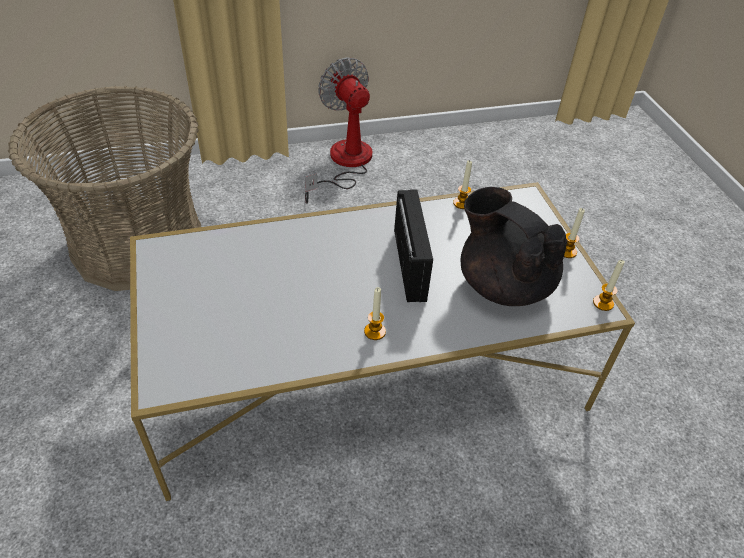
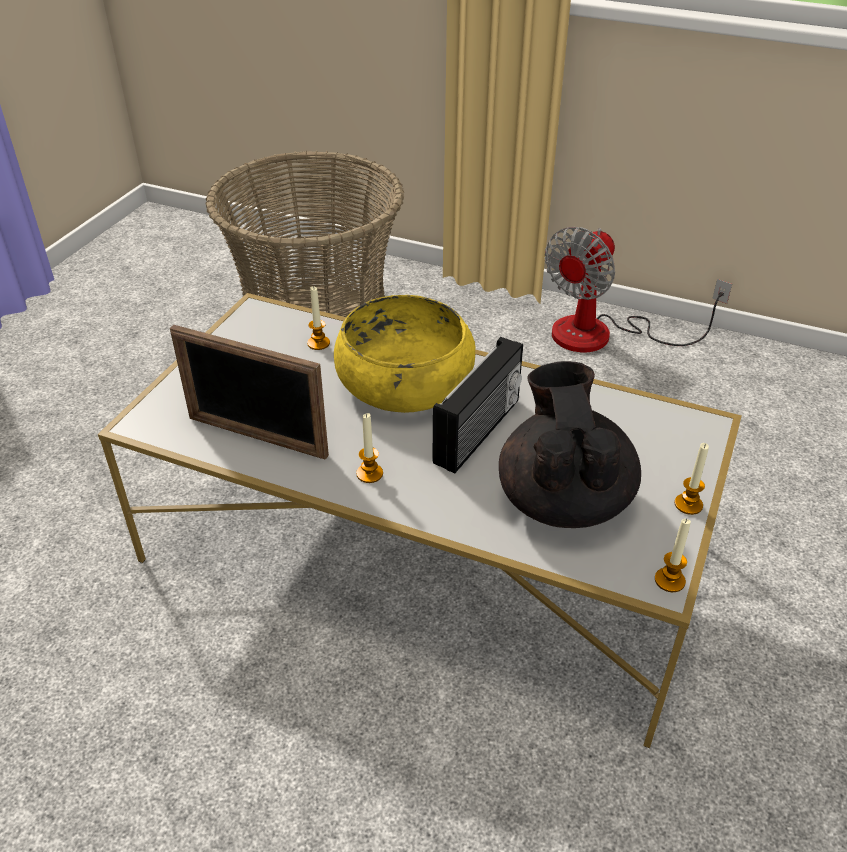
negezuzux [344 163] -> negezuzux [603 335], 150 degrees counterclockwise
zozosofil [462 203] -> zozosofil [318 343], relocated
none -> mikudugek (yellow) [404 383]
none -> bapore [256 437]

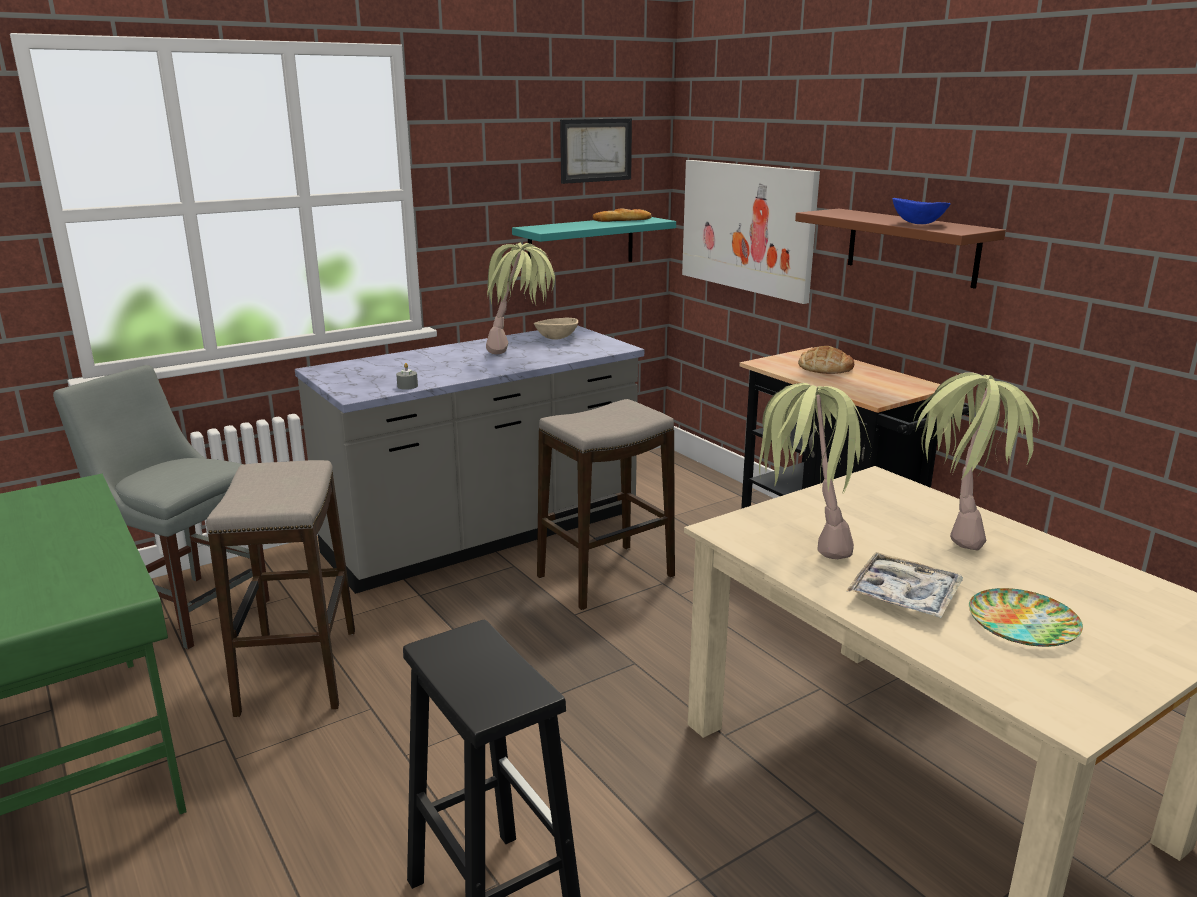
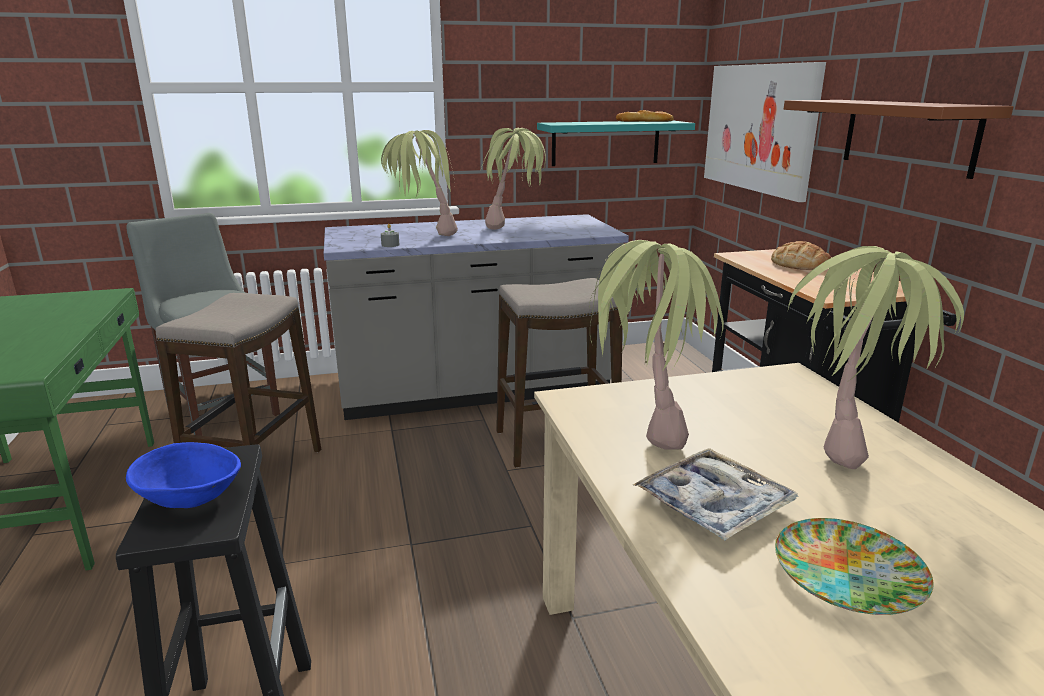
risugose [596 150] -> none
mikudugek (blue) [917 224] -> mikudugek (blue) [191 499], relocated
mikudugek (beige) [556 339] -> none
none -> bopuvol [422 237]

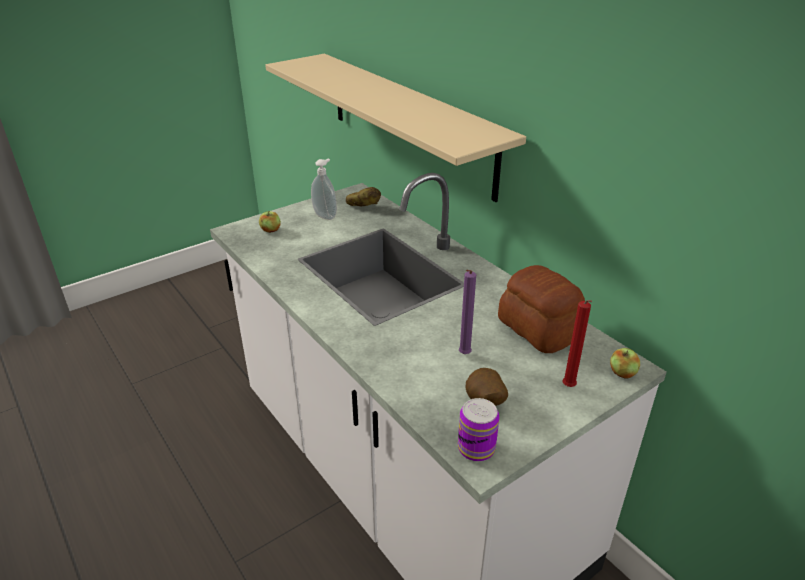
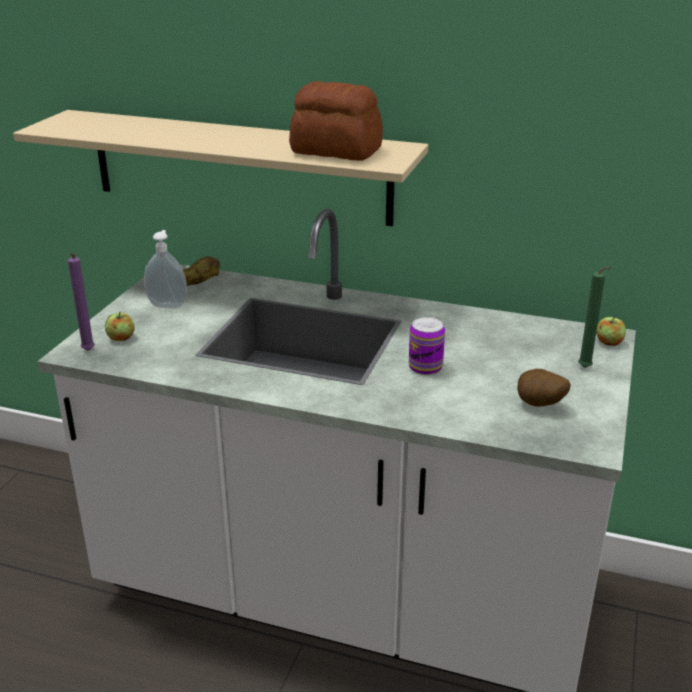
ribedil [539 329] -> ribedil [336 151], relocated
zozosofil (purple) [463 355] -> zozosofil (purple) [88 351], relocated
zozosofil (red) [569 388] -> zozosofil (green) [586 368]
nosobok [476 449] -> nosobok [425 367], relocated

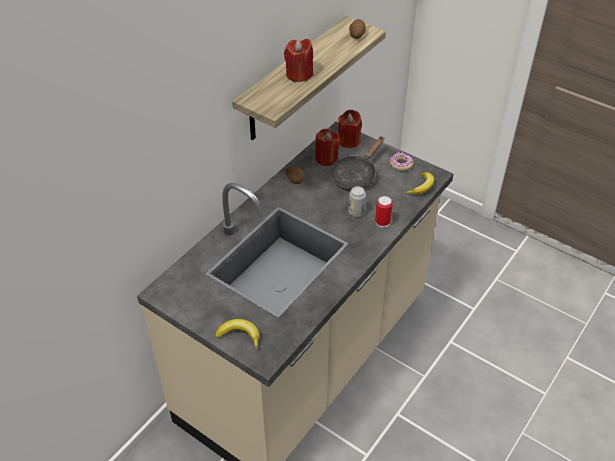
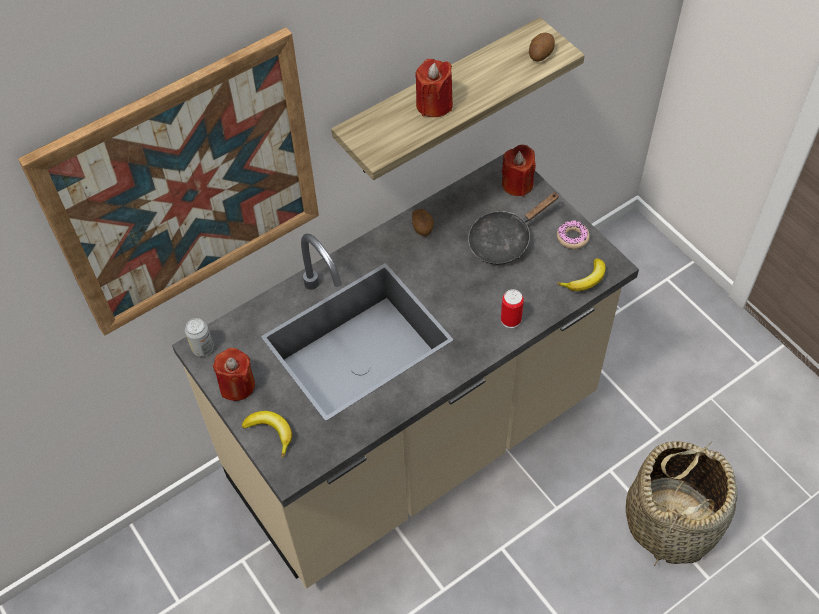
zozosofil (red) [326 158] -> zozosofil (red) [237 385], relocated
nosobok [356 212] -> nosobok [202 348], relocated
none -> risugose [186 187]
none -> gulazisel [671 520]

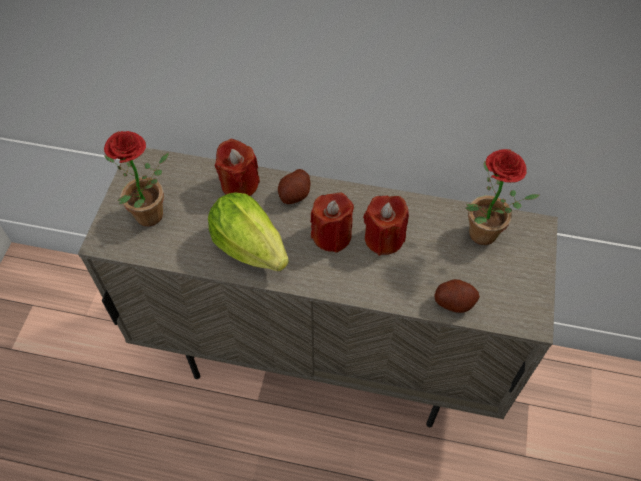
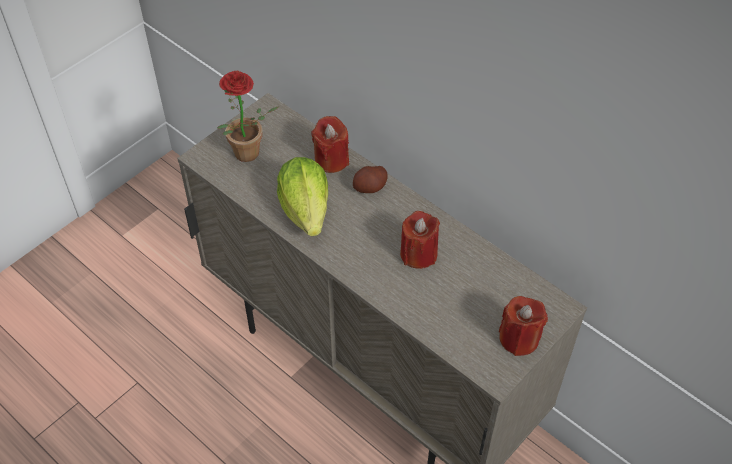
bopuvol [482 239] -> none
zozosofil (red) [332 235] -> zozosofil (red) [519 338], relocated
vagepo [454 302] -> none

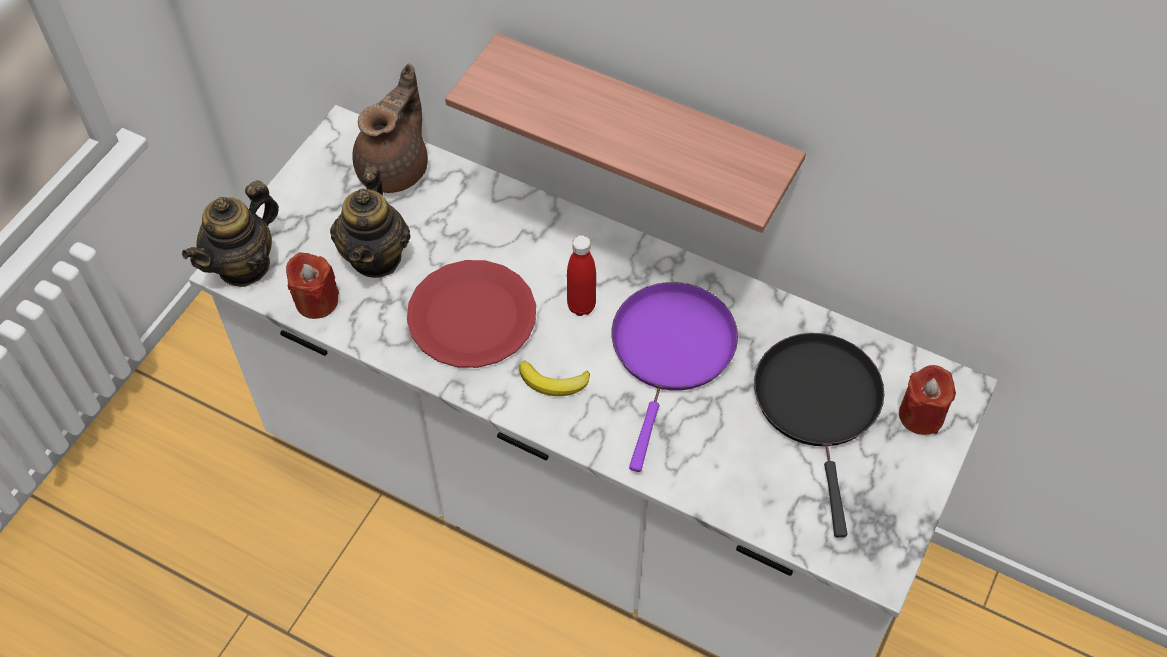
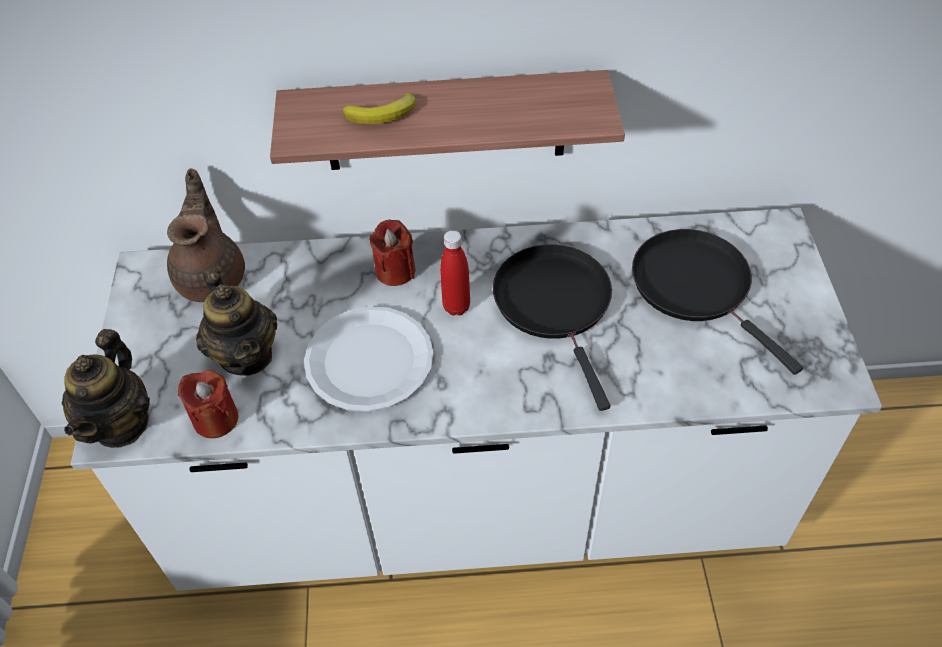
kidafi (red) [471 316] -> kidafi (white) [369 361]
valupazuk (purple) [672 351] -> valupazuk (black) [555 304]
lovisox [553 382] -> lovisox [383 114], relocated
zozosofil (red) [921 415] -> zozosofil (red) [395 271], relocated

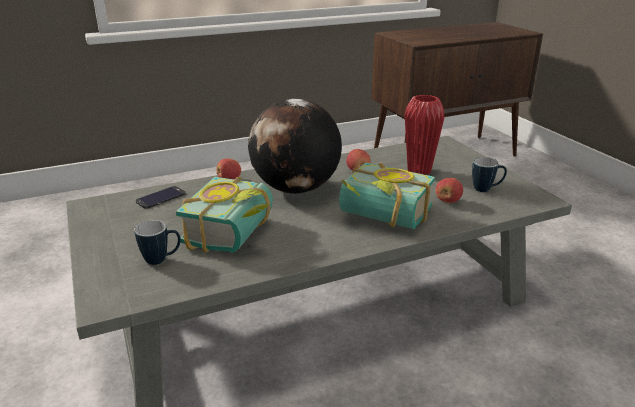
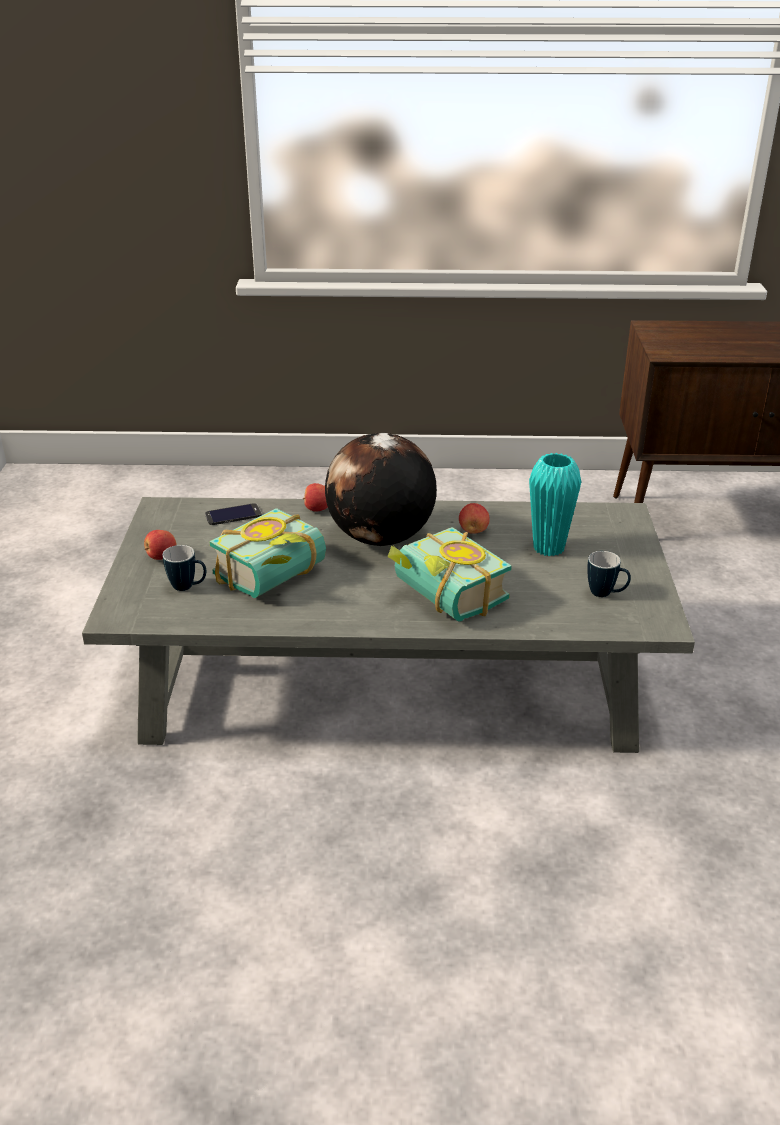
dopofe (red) [419 171] -> dopofe (turquoise) [548 548]
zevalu [448 201] -> zevalu [161 557], relocated

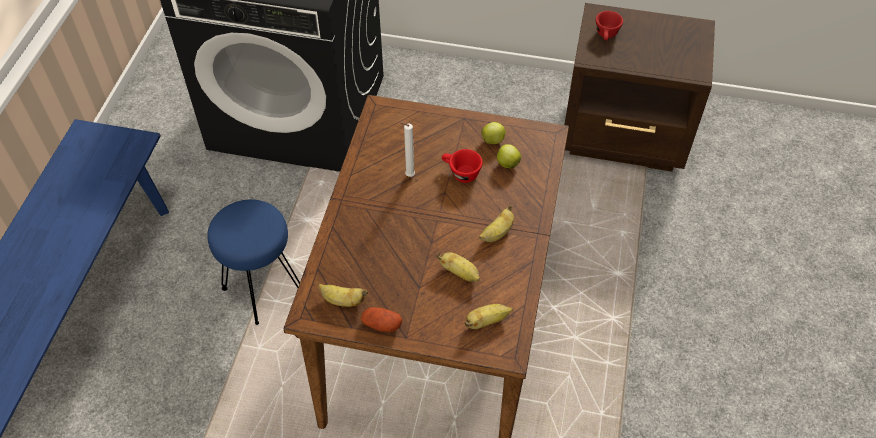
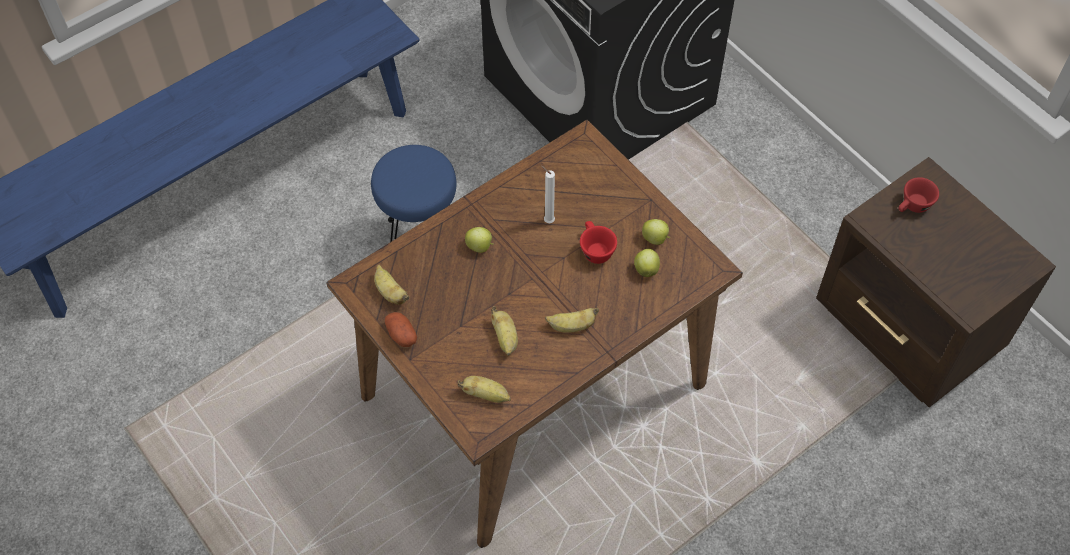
none -> zevalu [480 246]

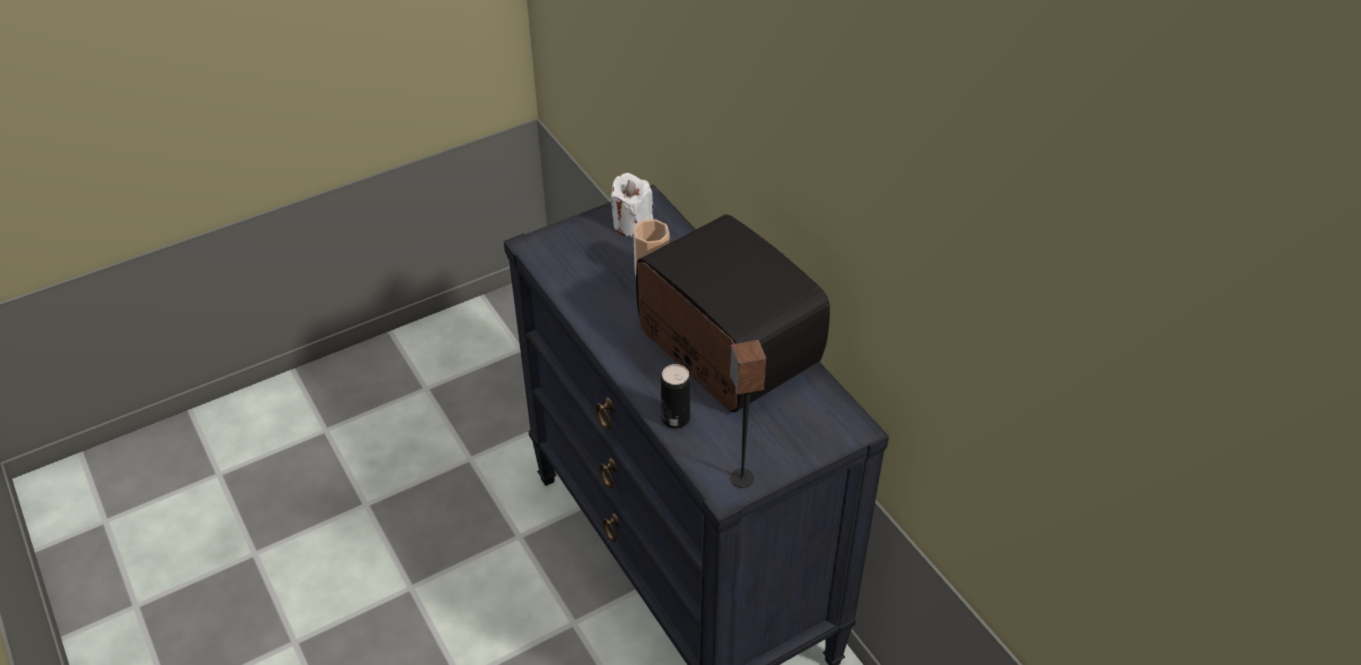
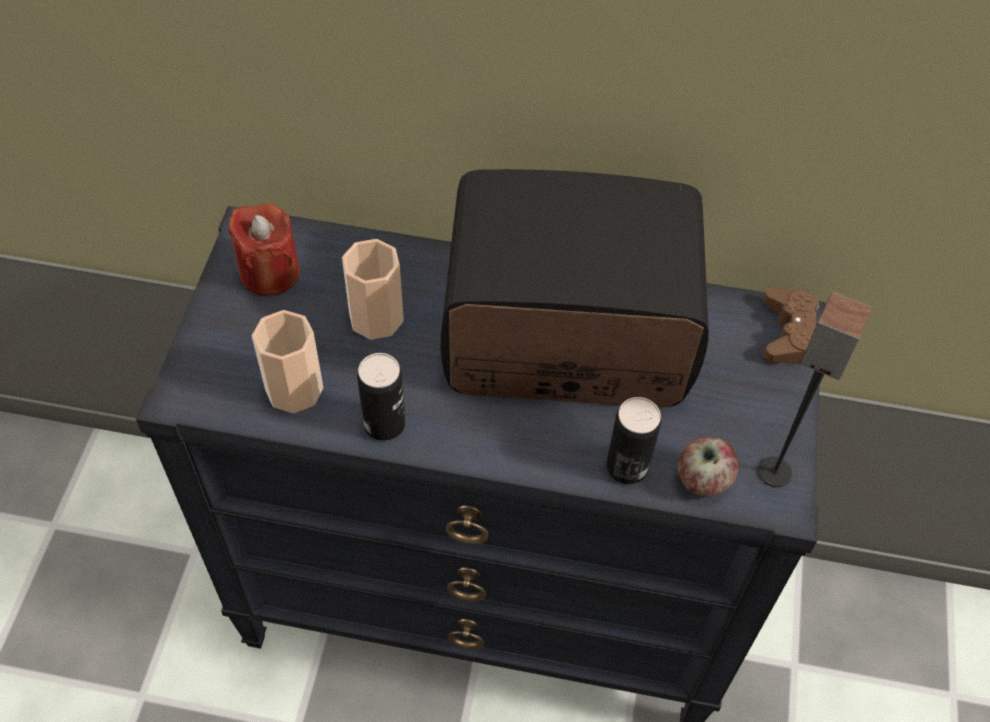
zozosofil (white) [632 224] -> zozosofil (red) [270 273]
none -> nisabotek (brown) [788 333]
none -> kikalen [294 389]
none -> nosobok [384 424]
none -> zevalu [702 480]

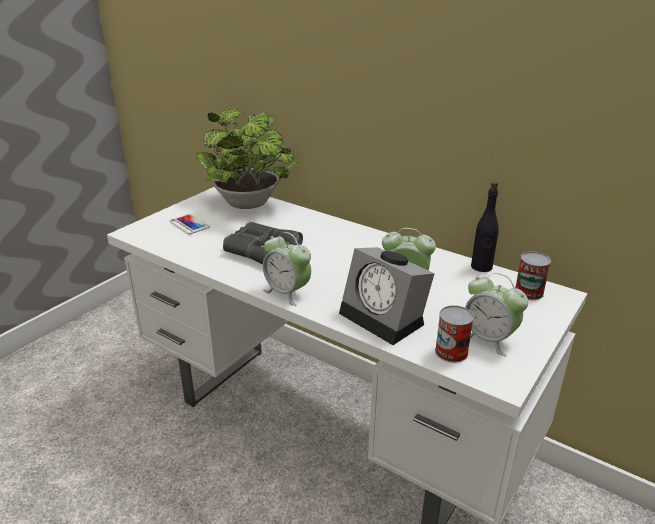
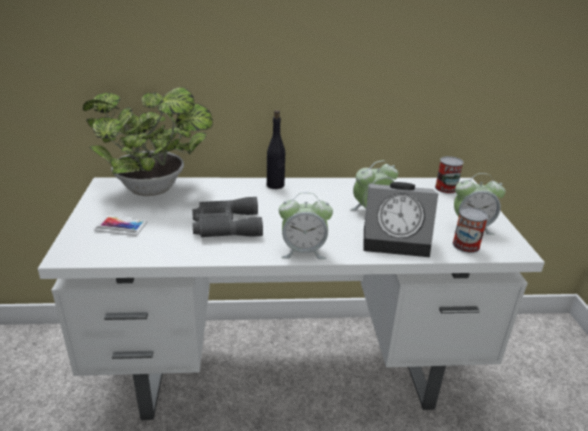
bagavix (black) [481 267] -> bagavix (black) [275 185], relocated

